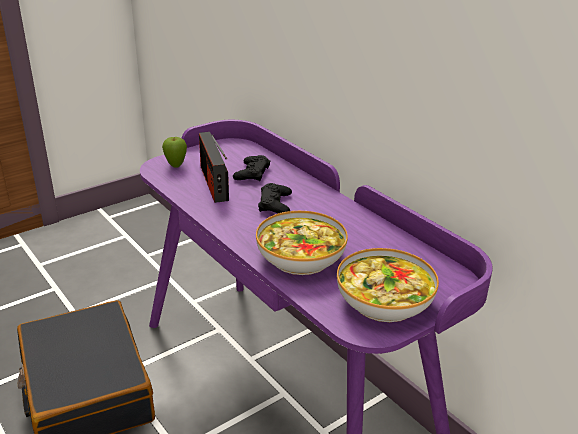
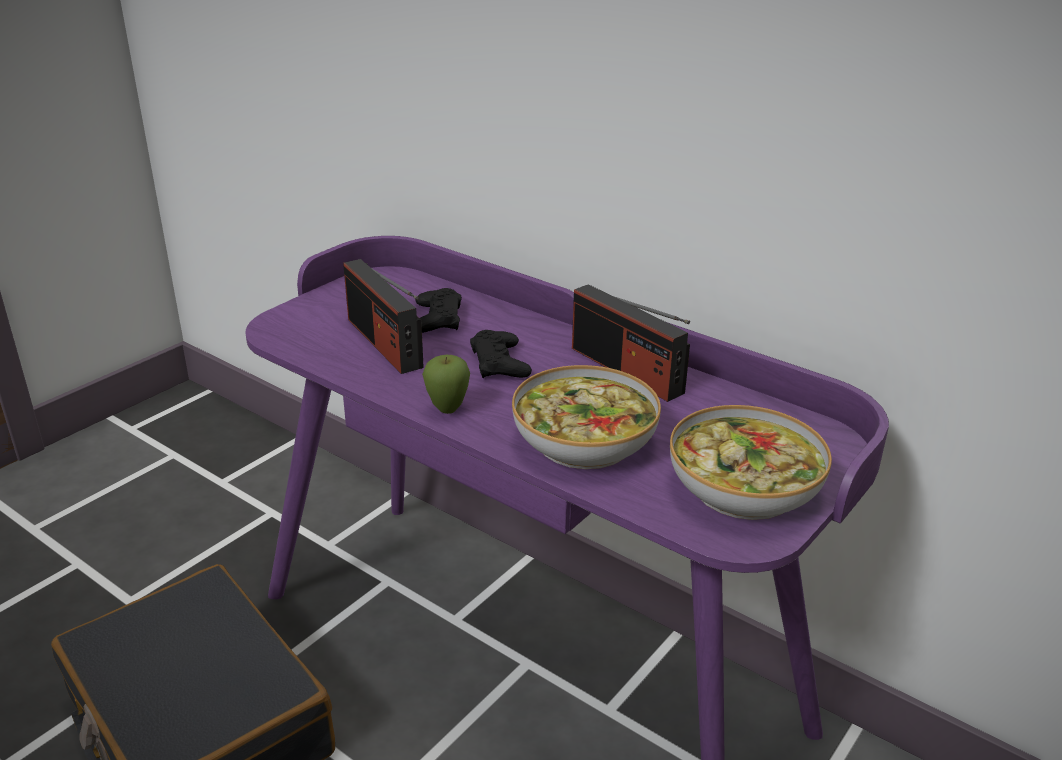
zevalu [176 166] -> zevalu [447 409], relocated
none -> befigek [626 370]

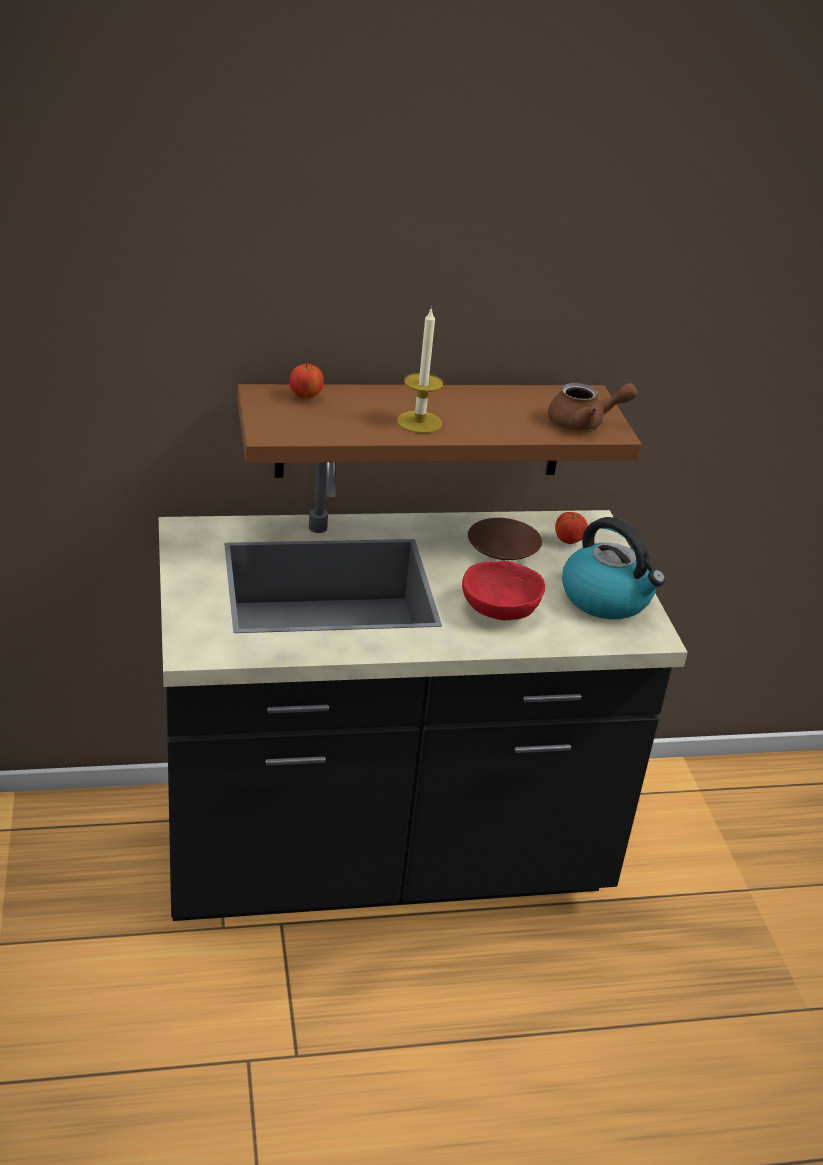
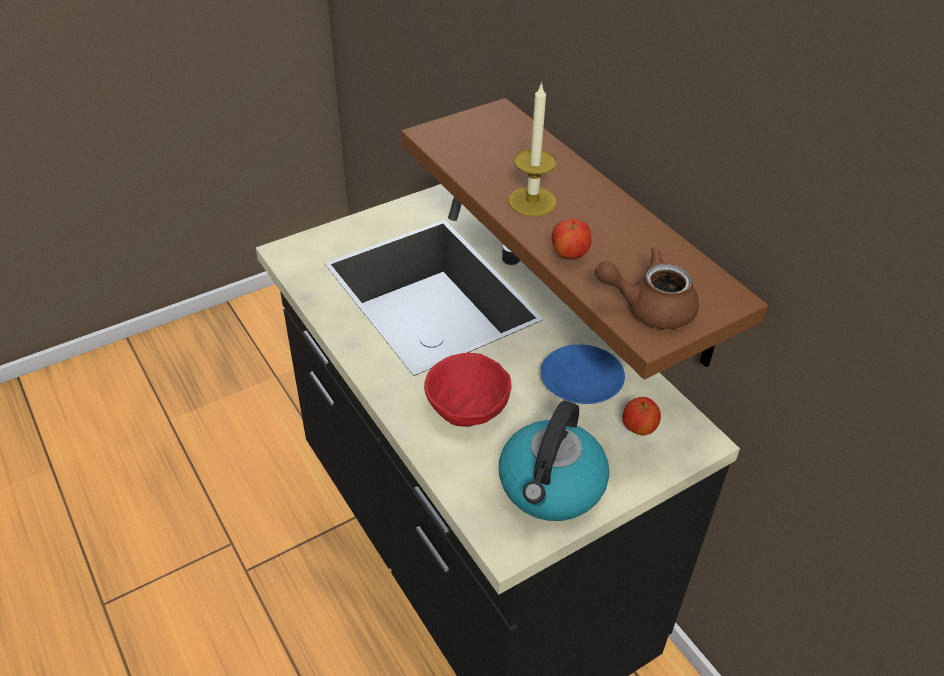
zevalu [305 396] -> zevalu [569 255], relocated
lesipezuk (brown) [584 423] -> lesipezuk (brown) [649 307], 120 degrees clockwise
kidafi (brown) [502 548] -> kidafi (blue) [580 382]

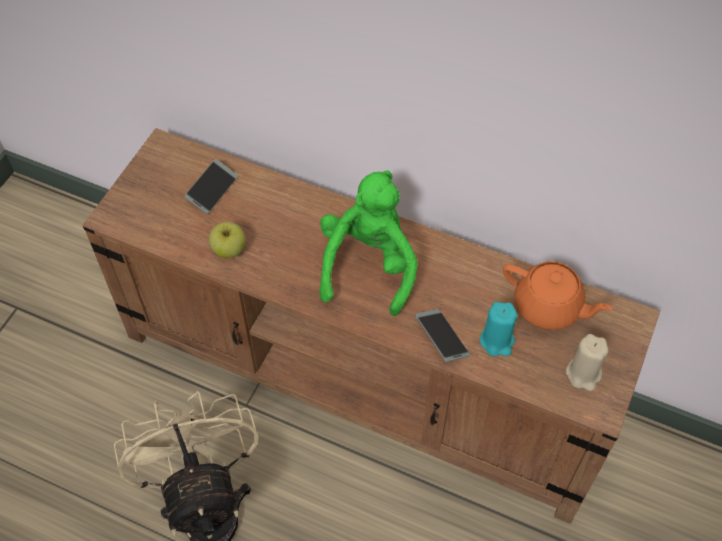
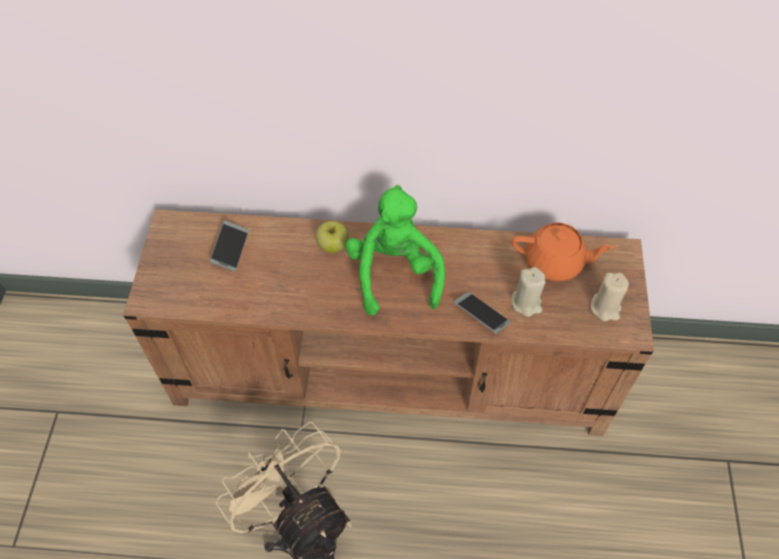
zevalu [229 249] -> zevalu [333 245], relocated
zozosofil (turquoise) [497 341] -> zozosofil (beige) [526 303]

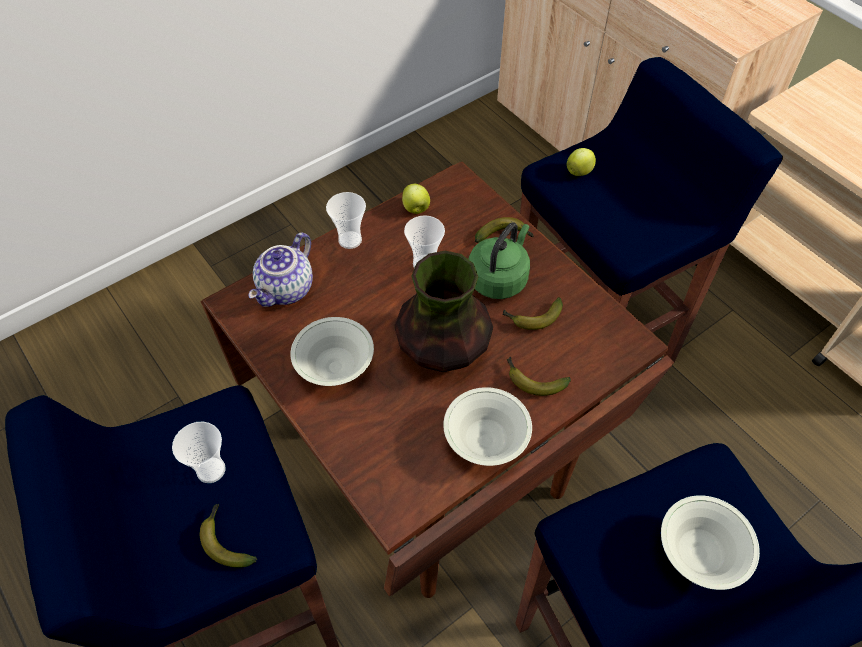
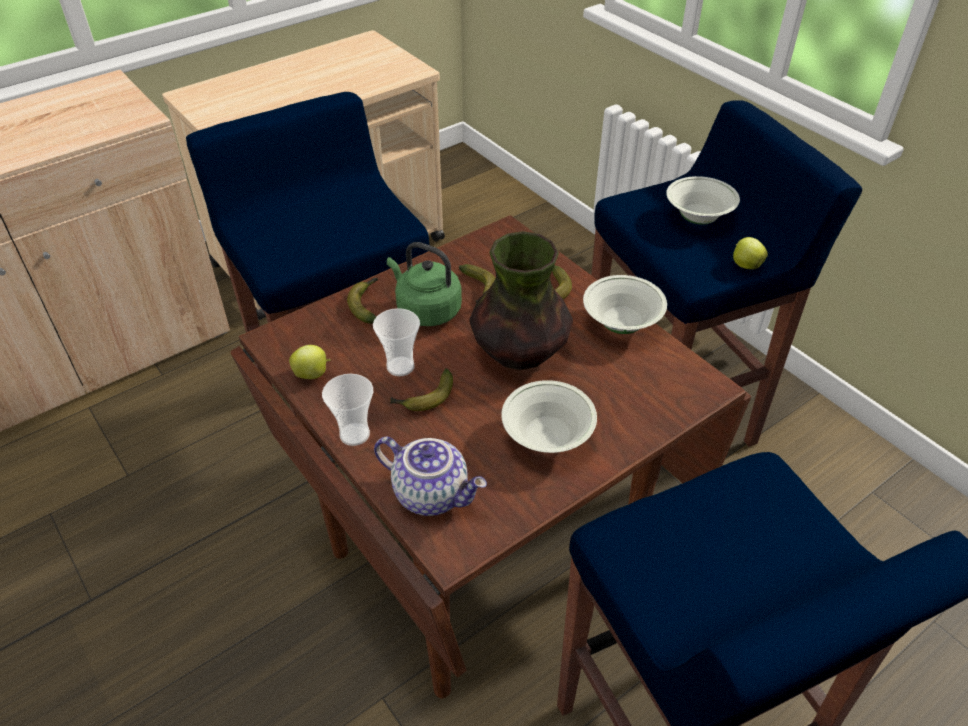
zevalu [579 172] -> zevalu [745 265], relocated
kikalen [211 470] -> none
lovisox [226 540] -> lovisox [424 398], relocated

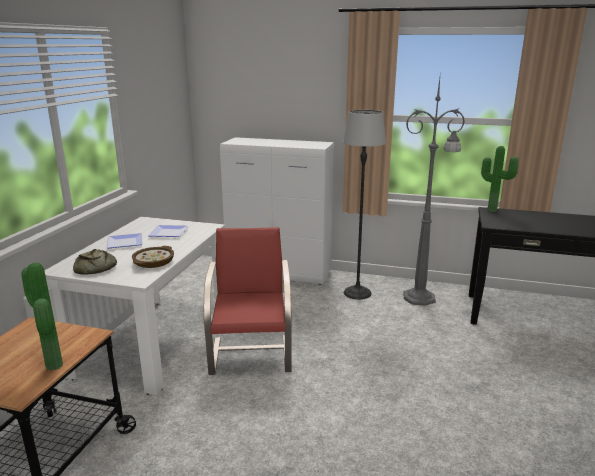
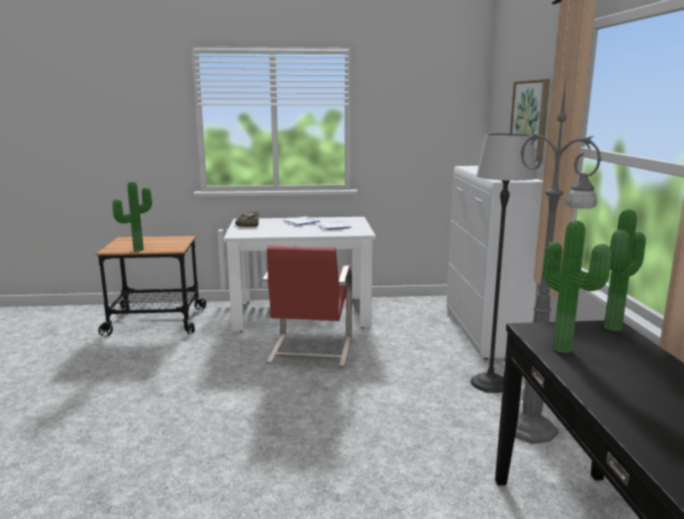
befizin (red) [251 354] -> befizin (red) [309 351], 120 degrees clockwise
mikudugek [153 261] -> none
none -> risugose [530 119]
none -> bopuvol [564 348]

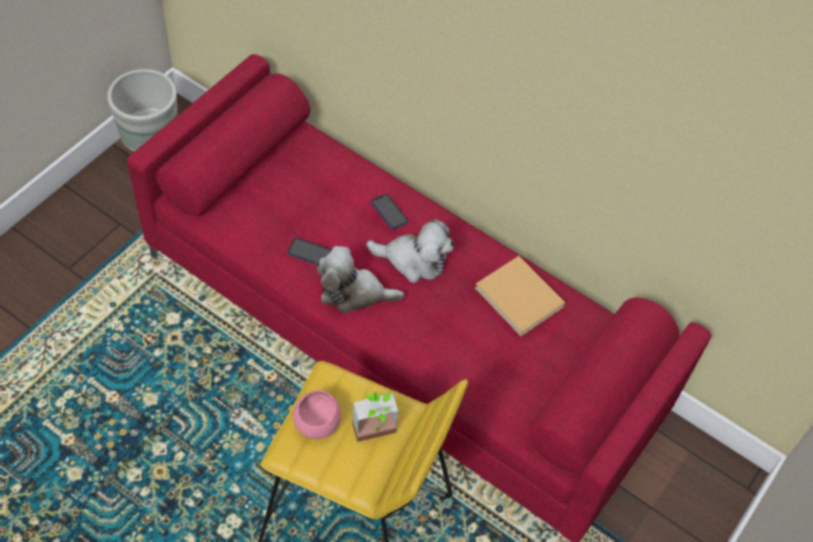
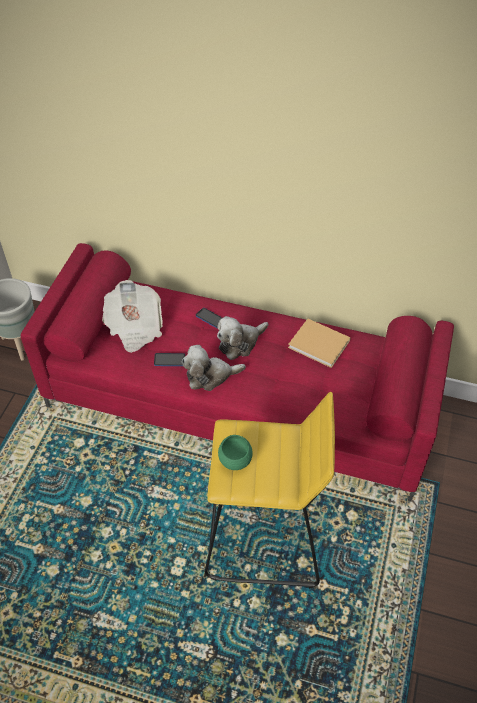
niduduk [413 260] -> niduduk [240 343], 150 degrees clockwise
mikudugek (pink) [317 424] -> mikudugek (green) [235 460]
bopuvol [376 436] -> none
none -> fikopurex [134 327]

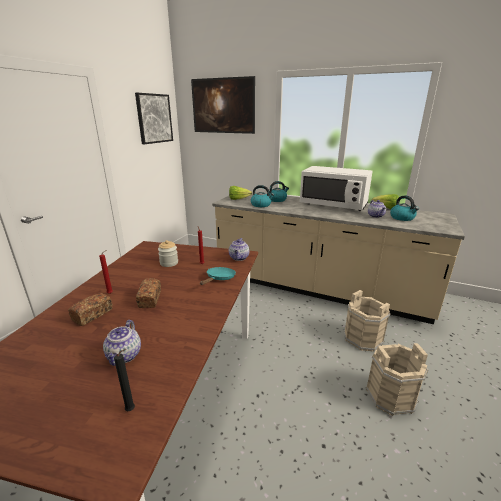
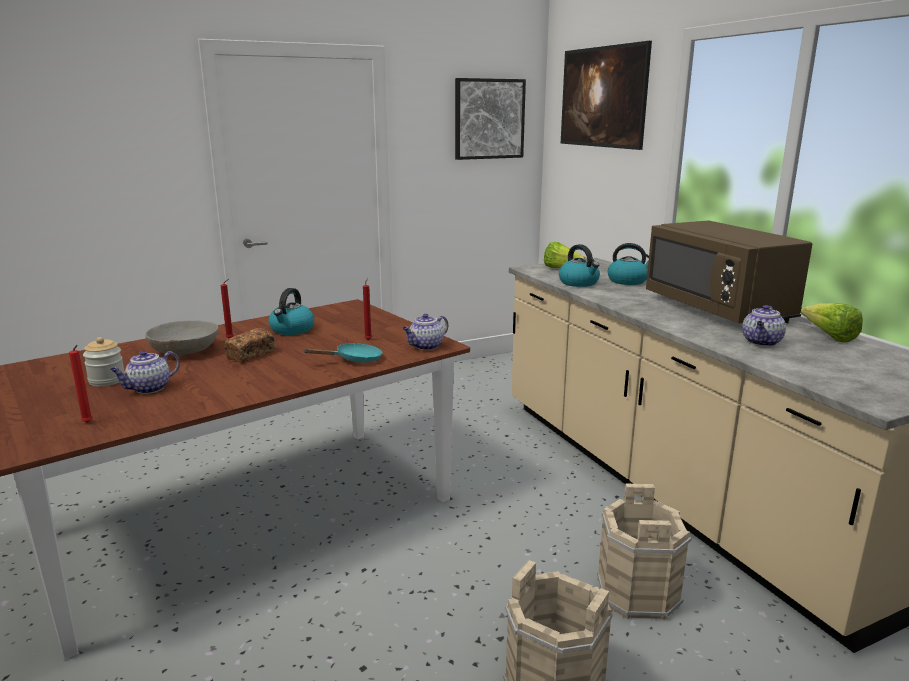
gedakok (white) [333 205] -> gedakok (brown) [718 309]
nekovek [402 218] -> nekovek [292 330], relocated
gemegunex [169 263] -> gemegunex [107 380], relocated
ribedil [92 315] -> mikudugek (grey) [185 351]
zozosofil (black) [132 410] -> zozosofil (red) [88 423]

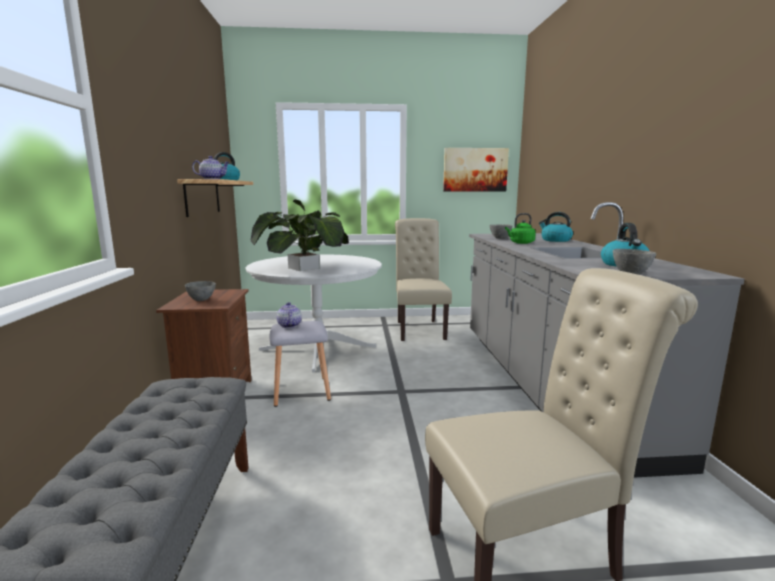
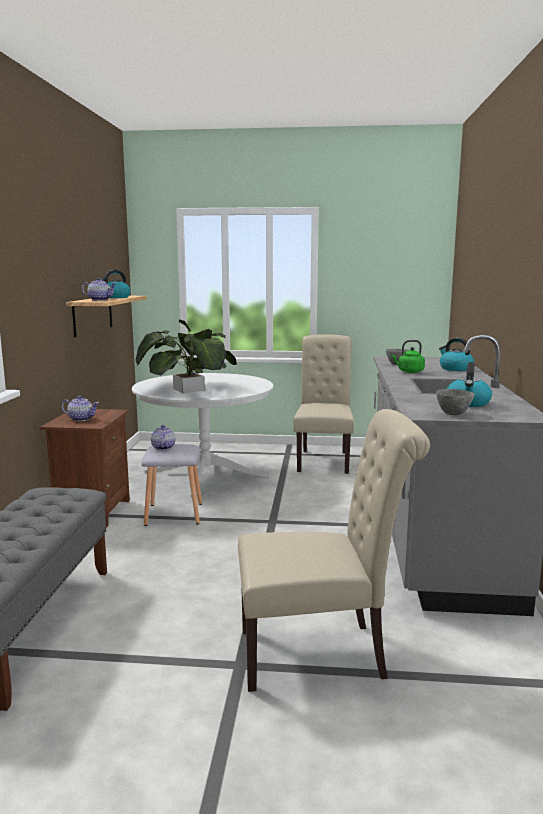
risugose [475 170] -> none
mikudugek (grey) [201 300] -> lesipezuk [81 419]

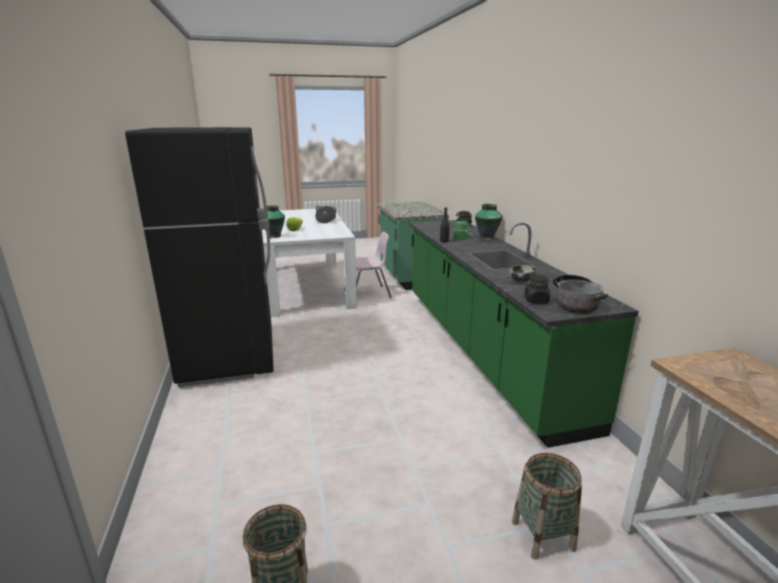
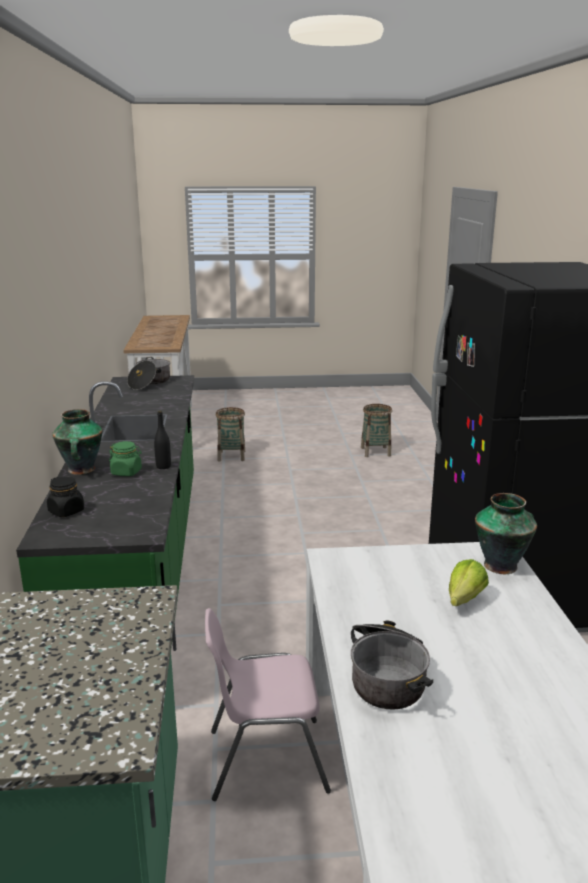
mikudugek [521 281] -> none
gemegunex (black) [536 301] -> none

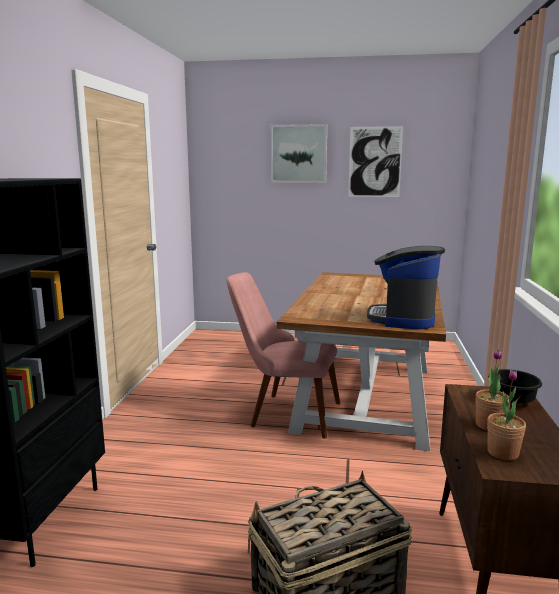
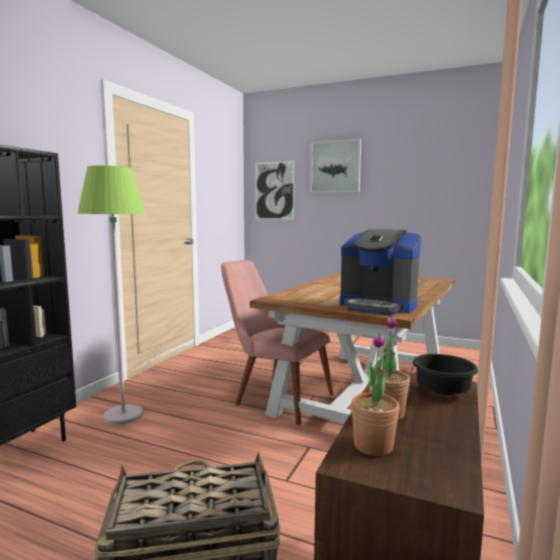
risugose [375 162] -> risugose [274 190], relocated
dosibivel [403 318] -> dosibivel [378 306], 90 degrees counterclockwise
none -> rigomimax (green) [123 415]

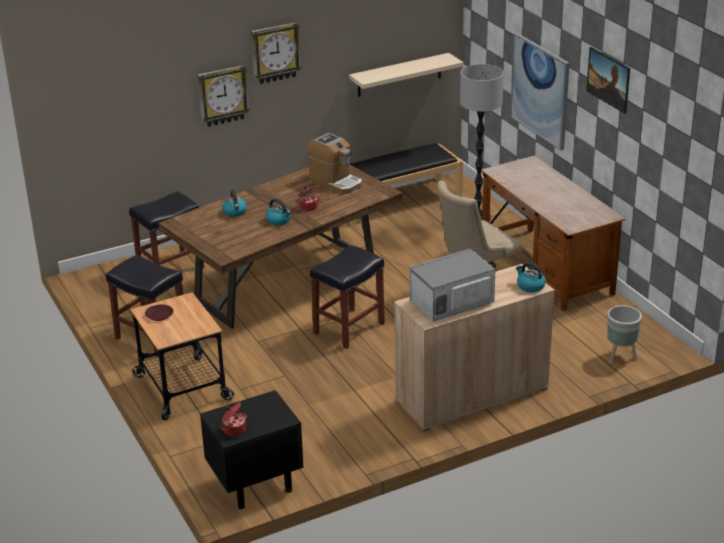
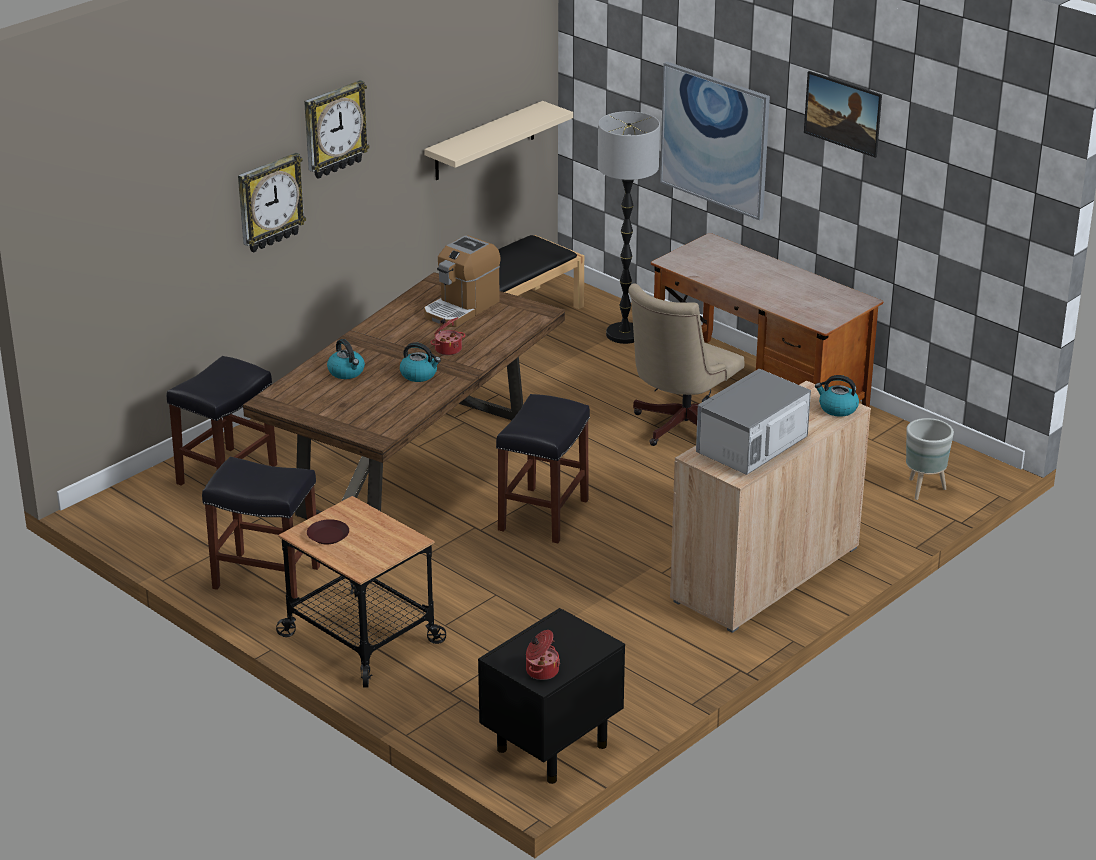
dosibivel [336 182] -> dosibivel [461 308], 105 degrees clockwise

